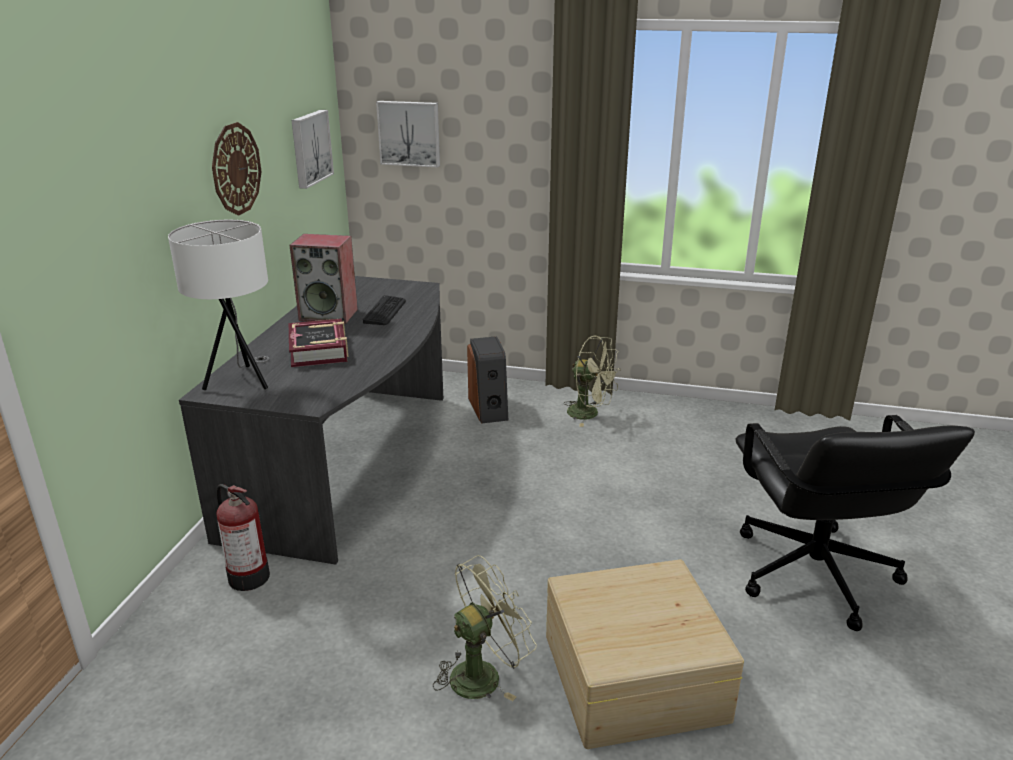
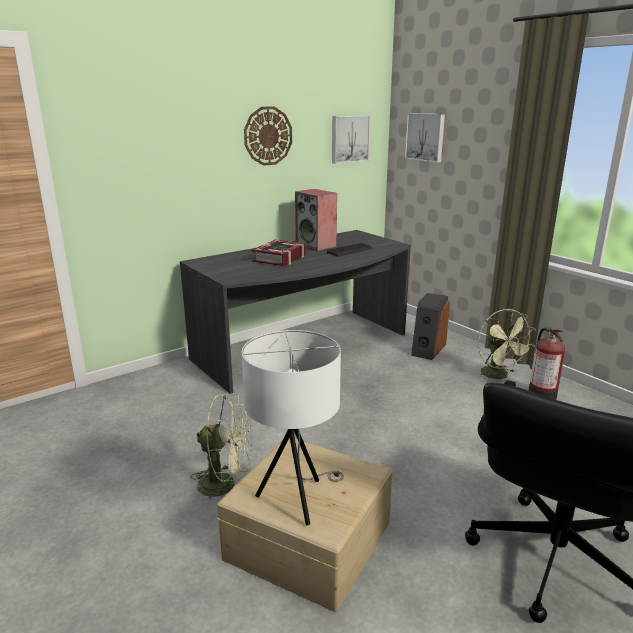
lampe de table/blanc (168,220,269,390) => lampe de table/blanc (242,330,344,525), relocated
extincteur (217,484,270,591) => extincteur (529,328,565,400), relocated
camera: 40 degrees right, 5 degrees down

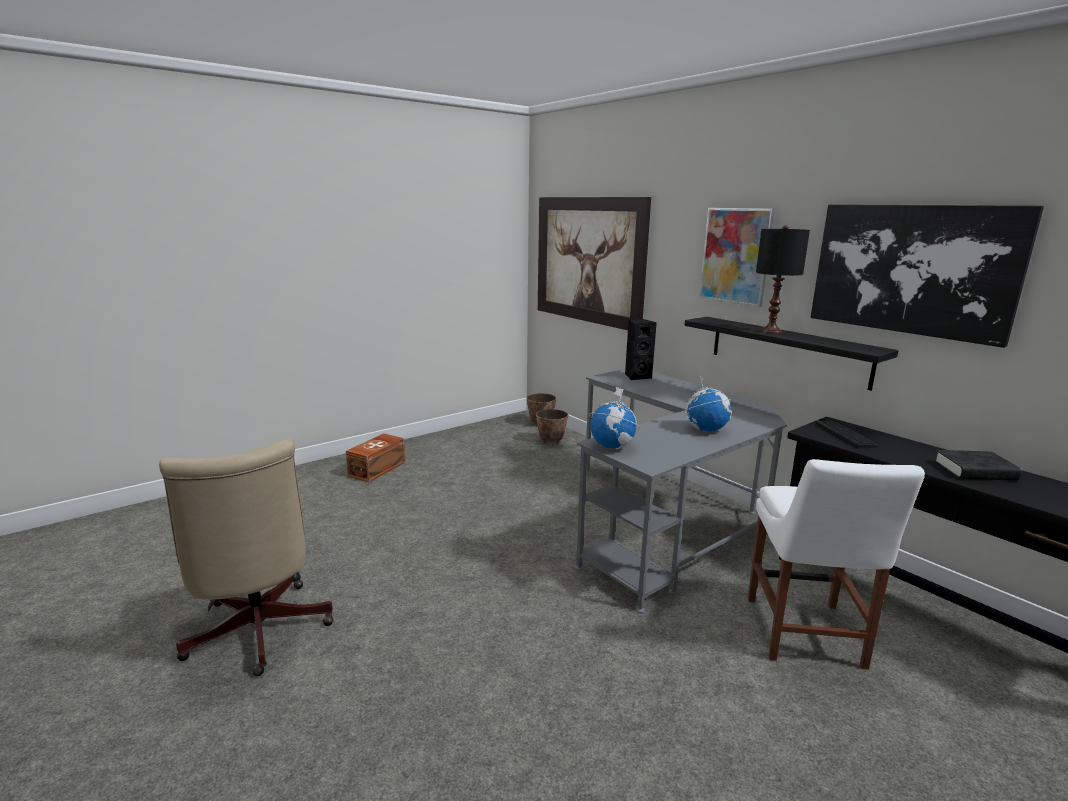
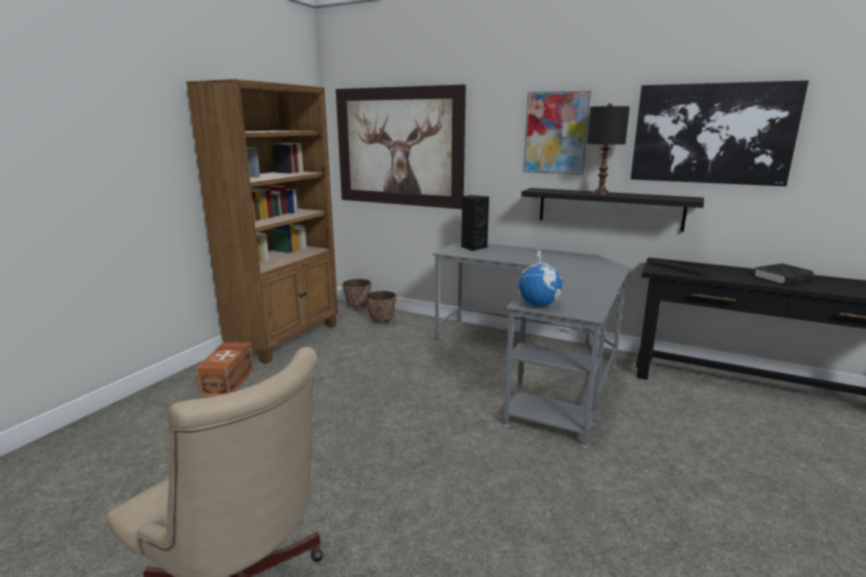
globe (683,375,732,432) => nothing
chaise/blanc (748,459,925,670) => nothing
nothing => bibliothèque/marron (186,79,338,364)
camera: 25 degrees left, 0 degrees up

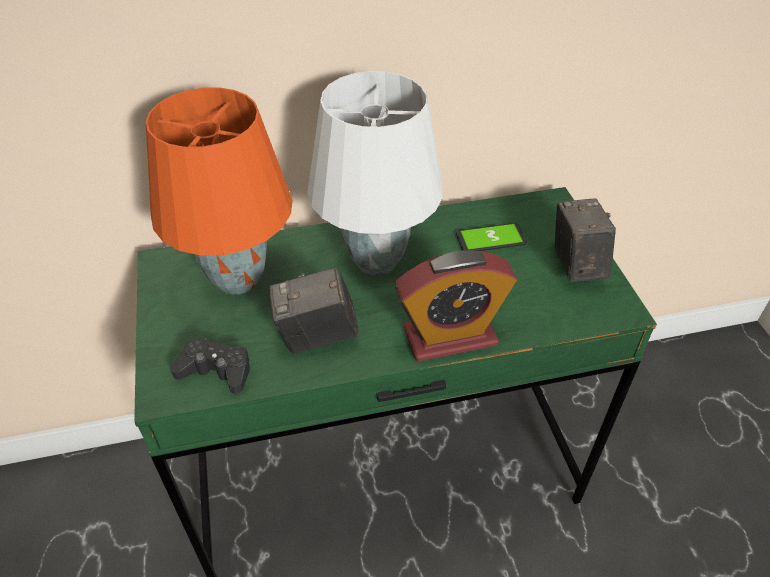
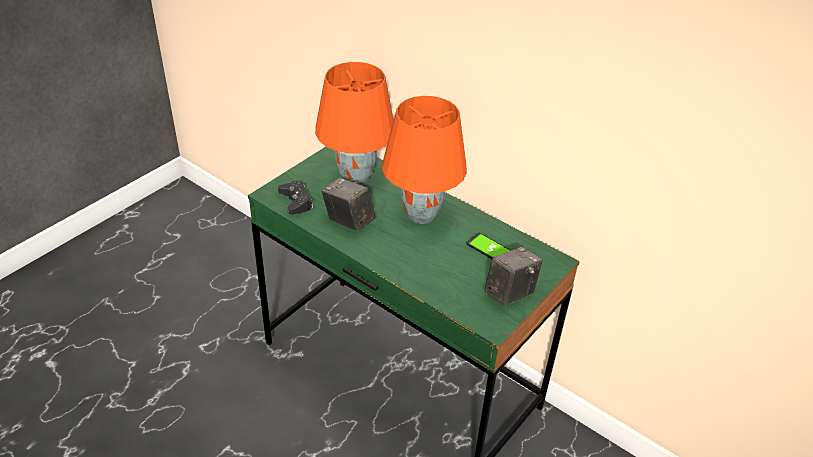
lampe de table/blanc (307,71,443,276) => lampe de table/orange (382,96,467,224)
réveil (395,250,517,361) => nothing
camera: 50 degrees right, 5 degrees down

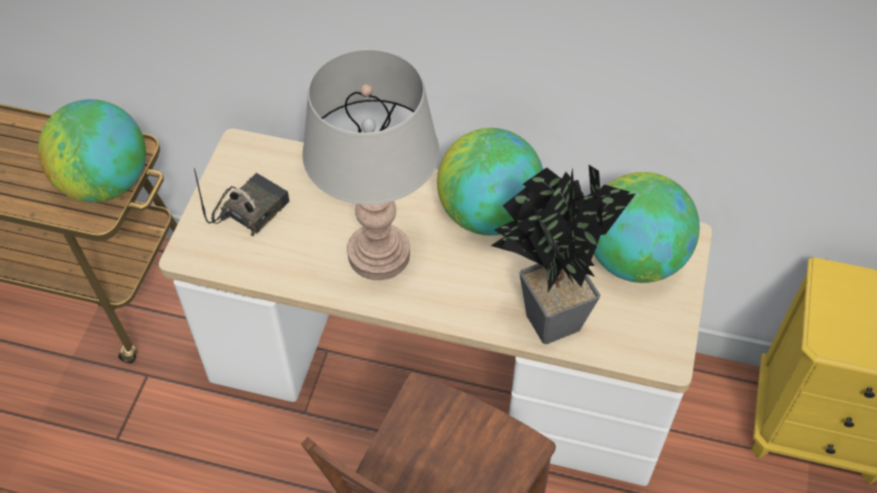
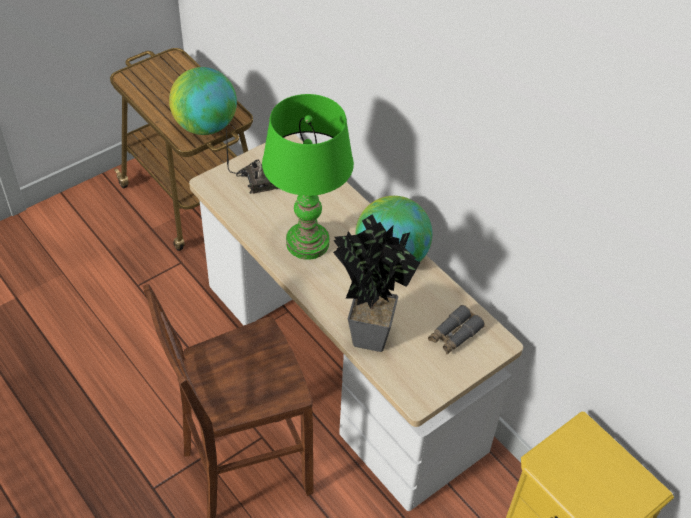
lampe de table/gris (302,49,439,280) => lampe de table/vert (262,94,354,260)
globe (594,172,700,283) => jumelles/gris (428,305,485,354)
camera: 35 degrees right, 5 degrees down

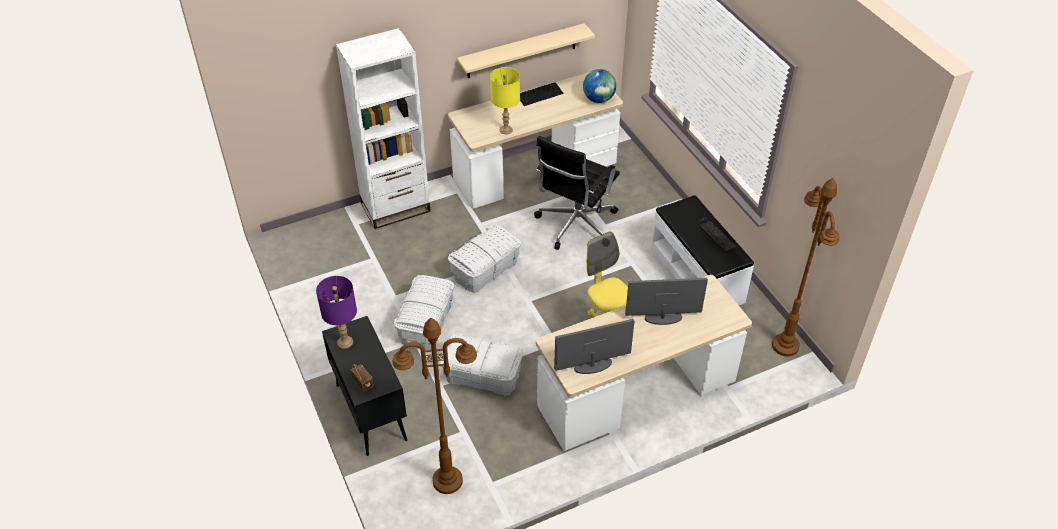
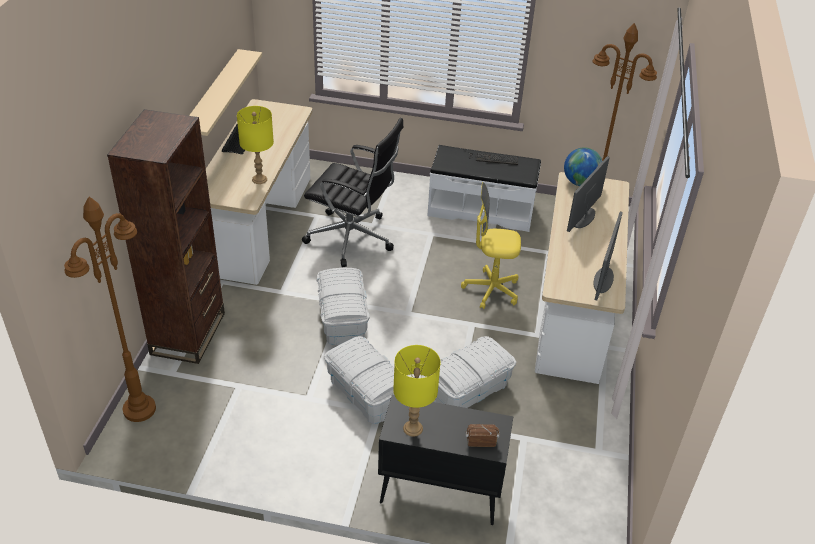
bibliothèque/blanc (336,28,431,229) => bibliothèque/marron (107,109,225,364)
globe (583,69,616,103) => globe (564,147,602,186), relocated
chaise de bureau/noir (534,136,620,250) => chaise de bureau/noir (302,118,404,267), 45 degrees counterclockwise
lampe de table/violet (316,276,357,349) => lampe de table/jaune (393,345,440,437)
lampadaire/marron (392,317,477,494) => lampadaire/marron (64,197,156,422), relocated
camera: 55 degrees left, 5 degrees down

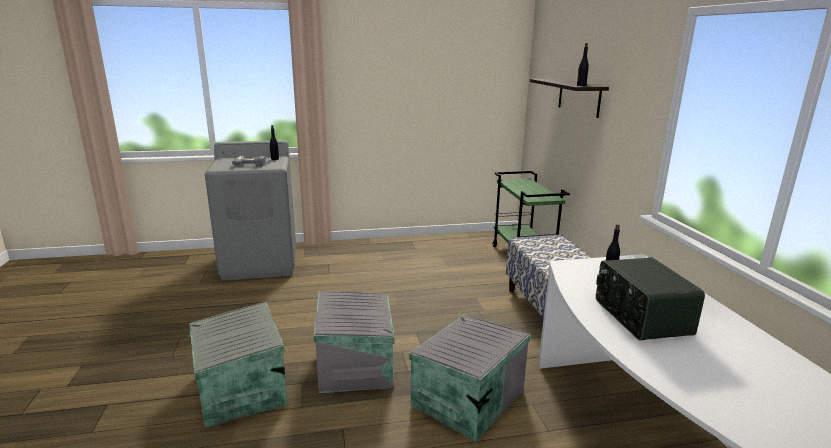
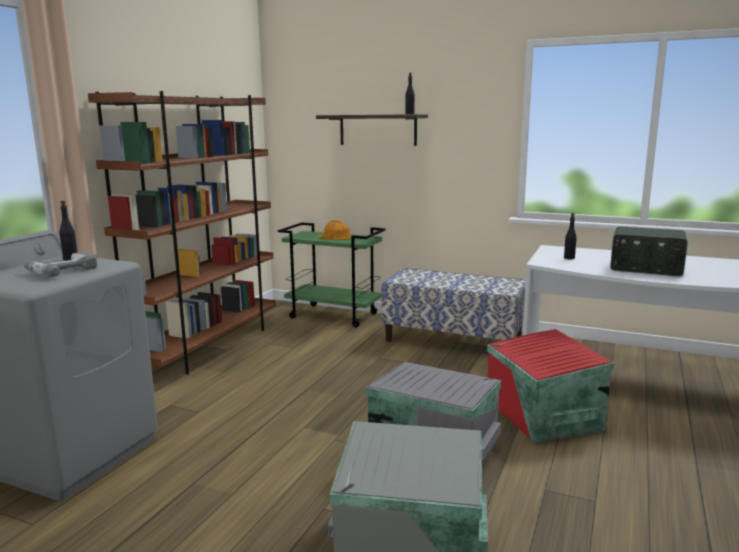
boîte de rangement/gris (409,315,531,442) => boîte de rangement/rouge (487,329,614,443)
nothing => bibliothèque/marron (88,91,276,375)
nothing => casque de chantier/orange (317,220,351,240)
camera: 55 degrees left, 5 degrees down

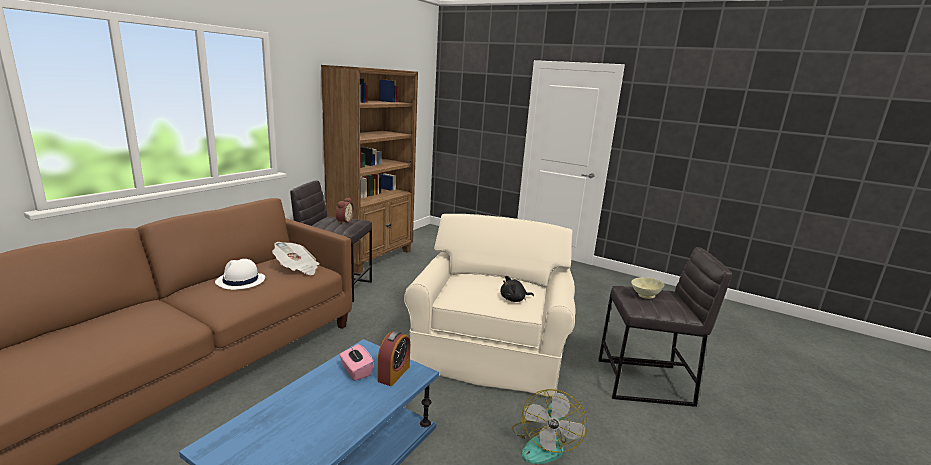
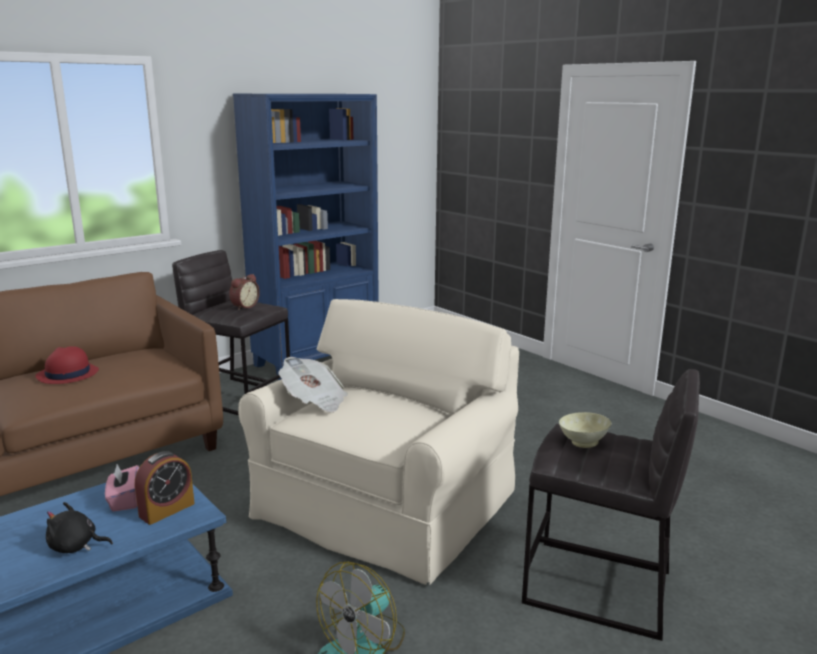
bibliothèque/marron (321,65,418,273) => bibliothèque/bleu (233,94,379,380)
journal (272,242,320,275) => journal (279,357,348,413), relocated
chapeau/blanc (215,259,265,290) => chapeau/rouge (35,346,99,384)
peluche/noir (500,276,534,302) => peluche/noir (46,502,113,553), relocated
camera: 20 degrees right, 0 degrees up

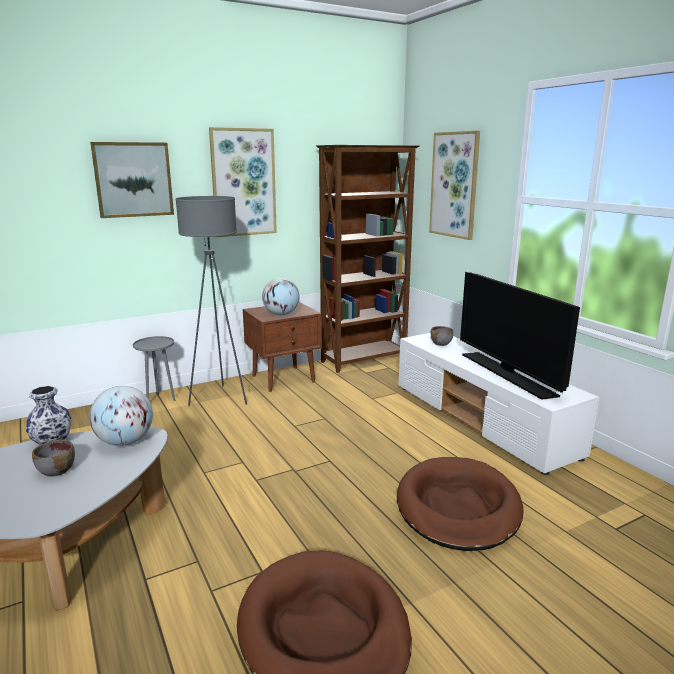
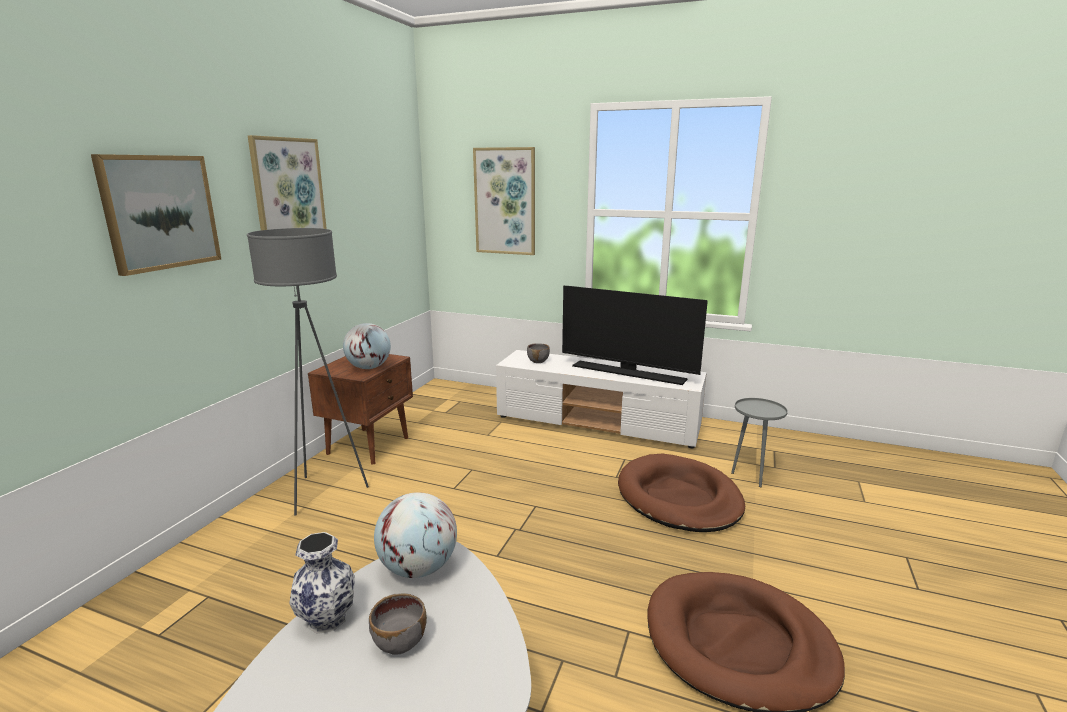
bibliothèque/marron (316,145,420,373) => nothing
table d'appoint/gris (133,336,175,401) => table d'appoint/gris (731,398,788,487), relocated
camera: 40 degrees left, 0 degrees up

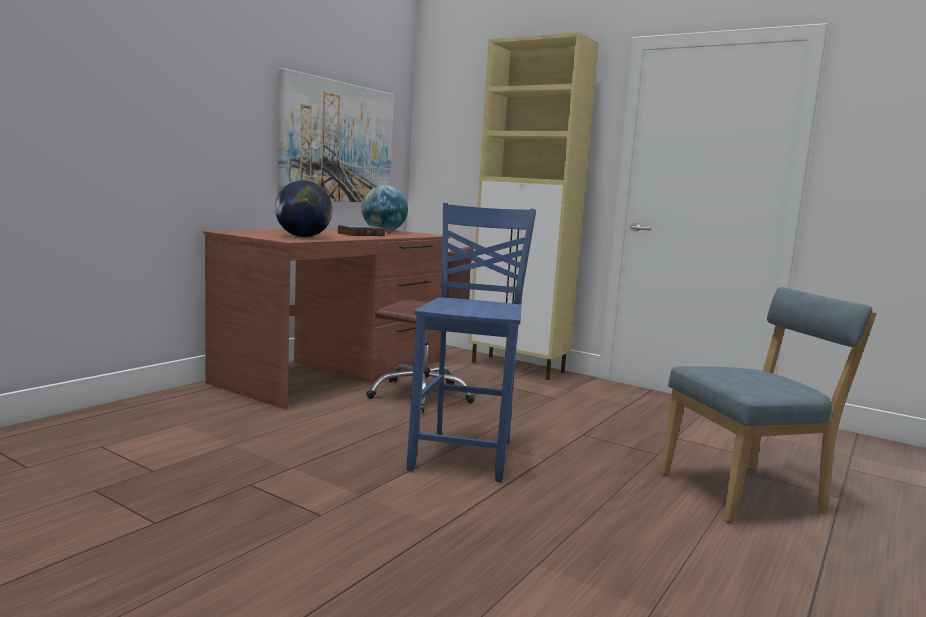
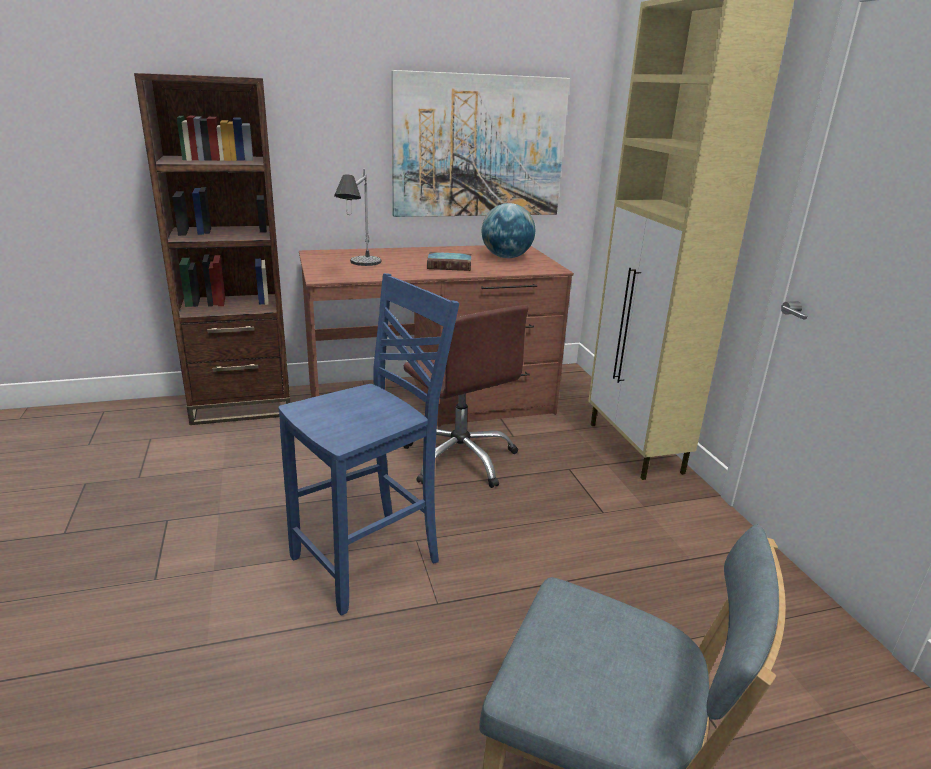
globe (275,180,333,237) => lampe de table (334,169,381,266)
nothing => bibliothèque/marron (134,73,290,425)
camera: 40 degrees right, 15 degrees up

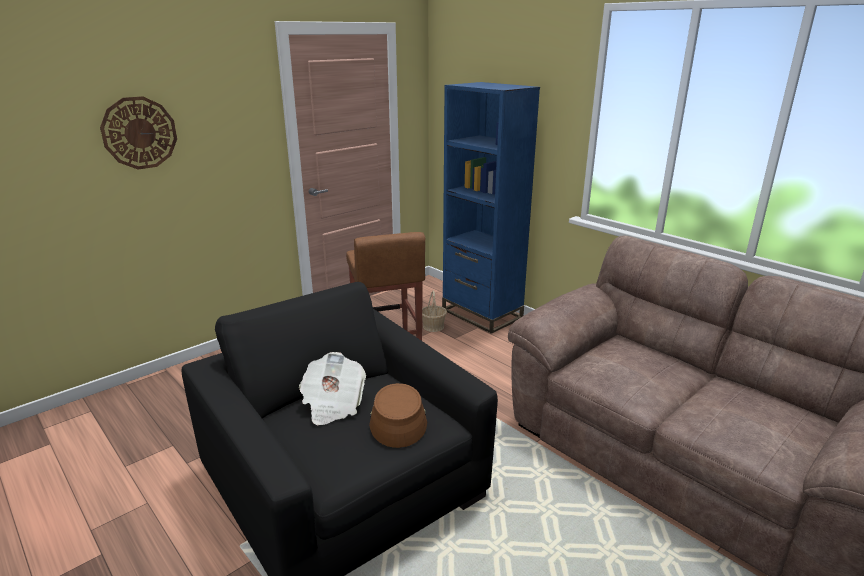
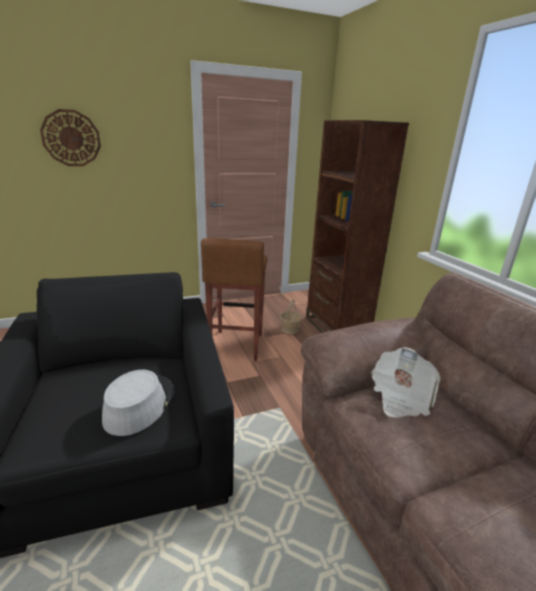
bibliothèque/bleu (442,82,540,334) => bibliothèque/marron (306,120,409,333)
journal (299,352,366,425) => journal (371,347,441,417), relocated
chapeau/marron (369,383,427,448) => chapeau/gris (102,370,174,436)
camera: 20 degrees right, 0 degrees up

